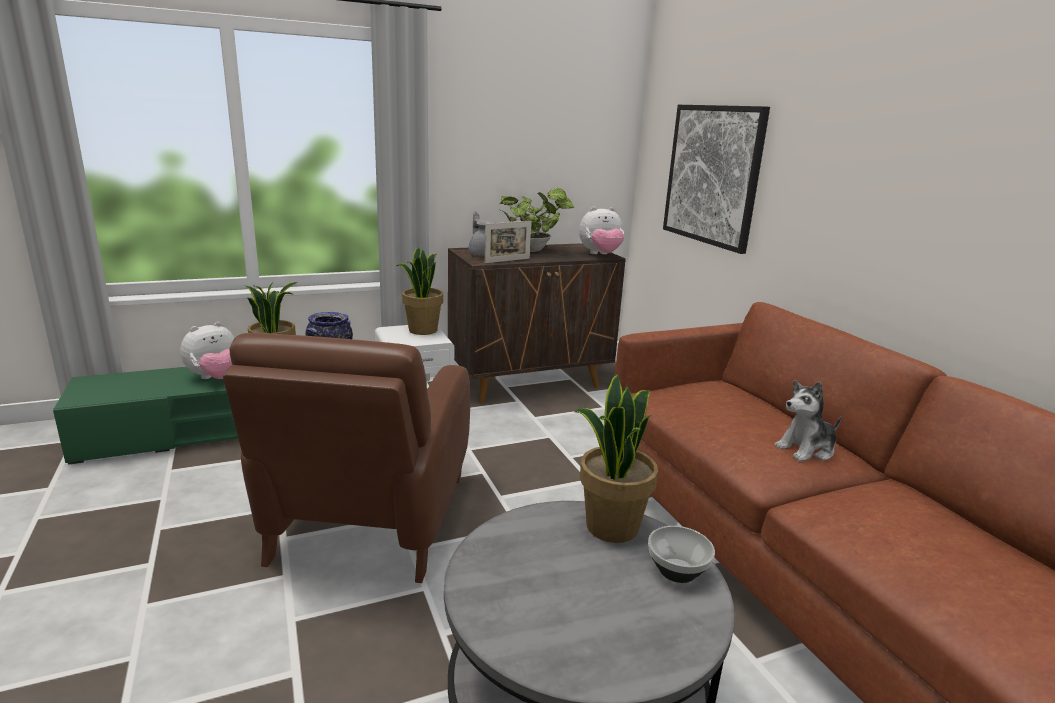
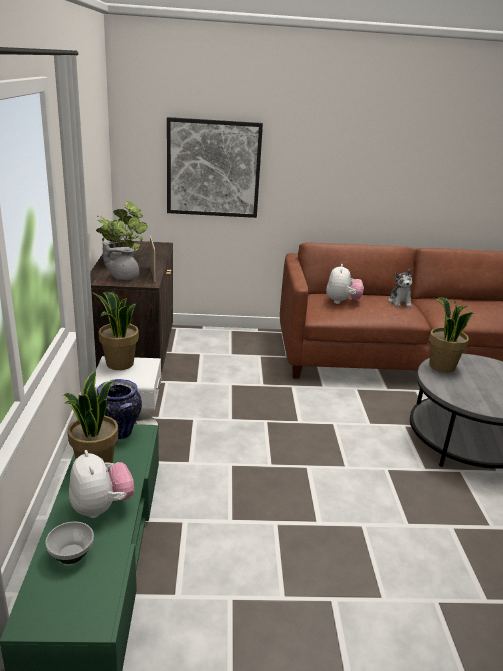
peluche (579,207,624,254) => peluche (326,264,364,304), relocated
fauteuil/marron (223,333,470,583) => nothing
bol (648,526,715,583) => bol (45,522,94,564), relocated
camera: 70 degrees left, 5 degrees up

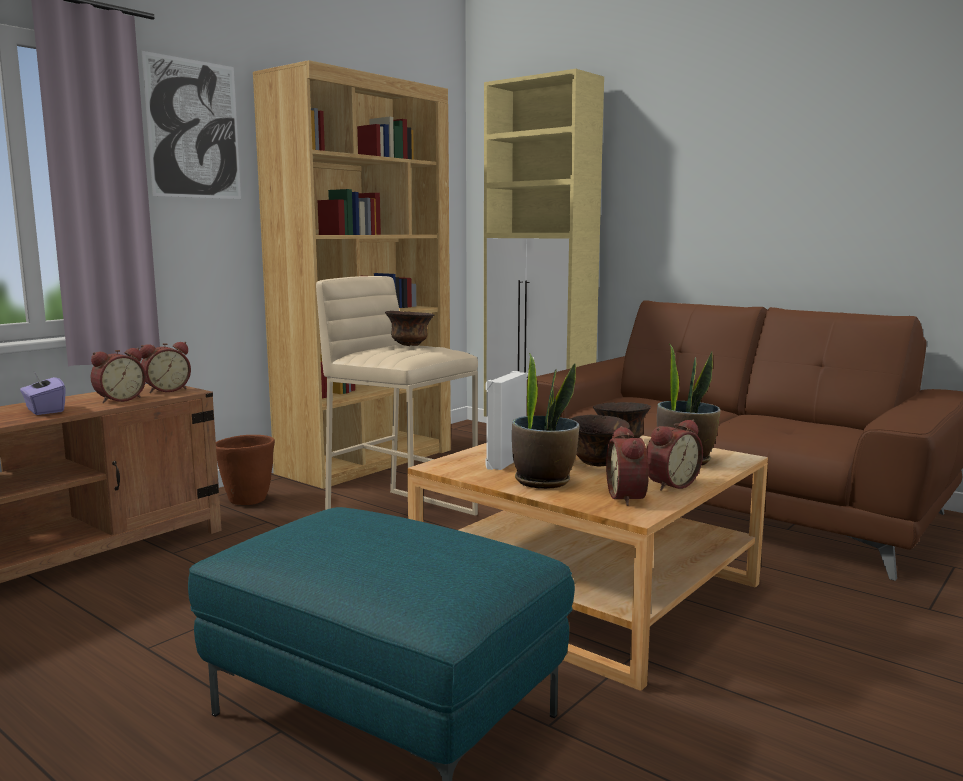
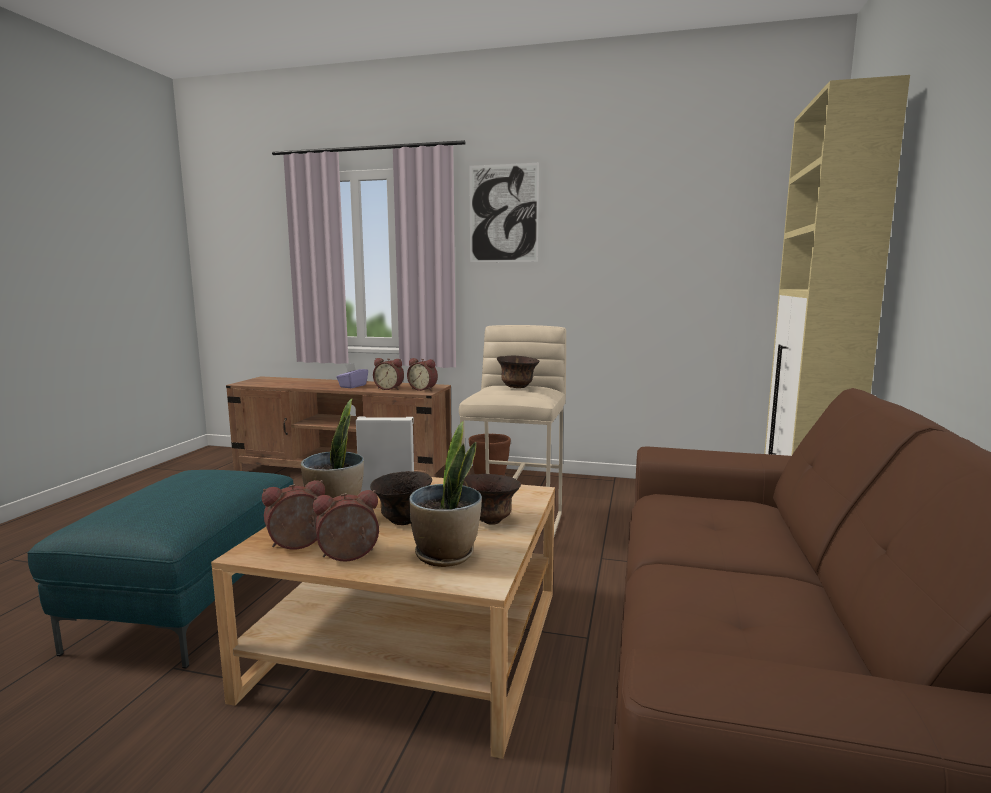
bibliothèque/marron (253,60,451,489) => nothing
réveil (646,420,703,491) => réveil (313,490,379,561), 135 degrees clockwise
camera: 65 degrees right, 0 degrees up

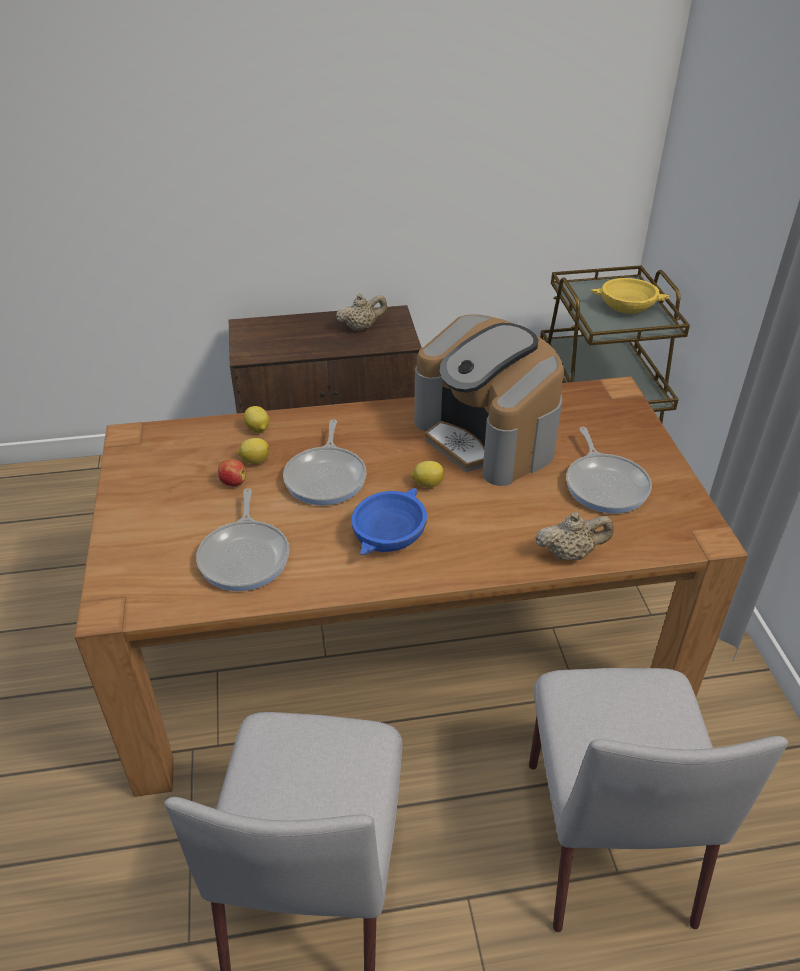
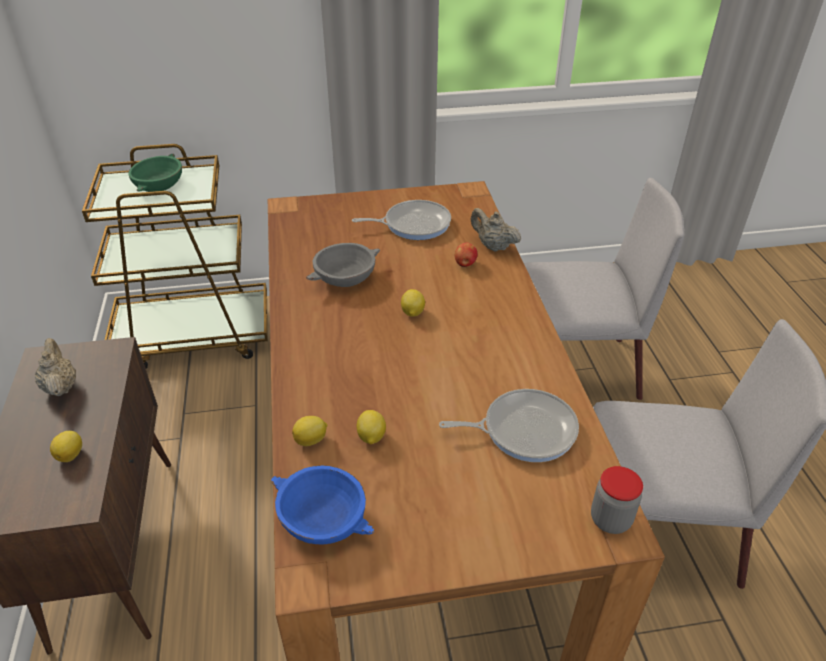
bol/jaune (591,278,670,314) => bol/vert (128,154,182,192)
machine à café (414,314,564,486) => bol/gris (306,243,380,287)
poêle (283,420,366,505) => nothing
pomme (218,459,246,486) => pomme (455,242,477,267), relocated
bol/bleu (351,488,427,555) => bol/bleu (270,466,374,544), relocated
théière/beige (536,512,614,560) => théière/beige (470,208,521,252), 45 degrees counterclockwise
nothing => citron (50,431,82,462)
nothing => bocal (591,466,643,534)
camera: 90 degrees left, 0 degrees up

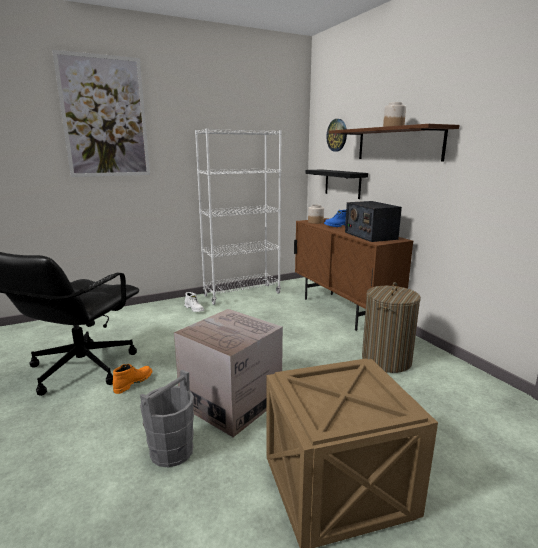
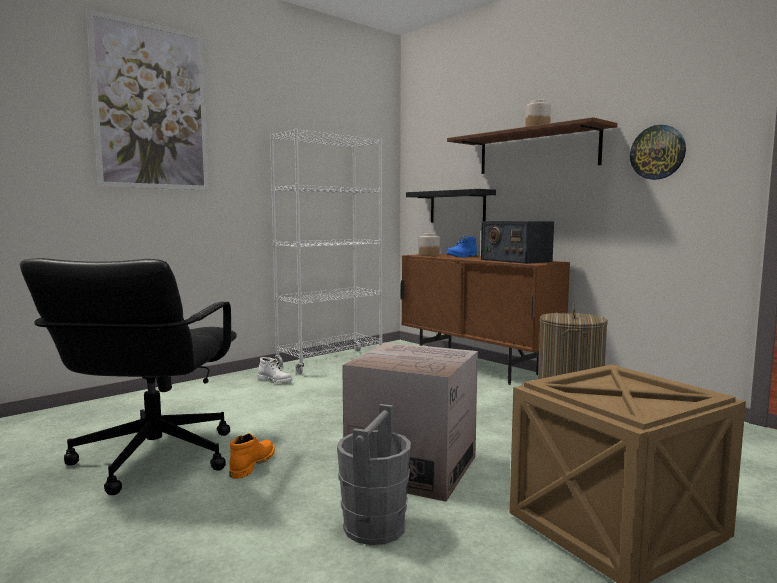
horloge murale (327,119,347,152) => horloge murale (630,125,686,180), relocated
camera: 15 degrees left, 10 degrees down

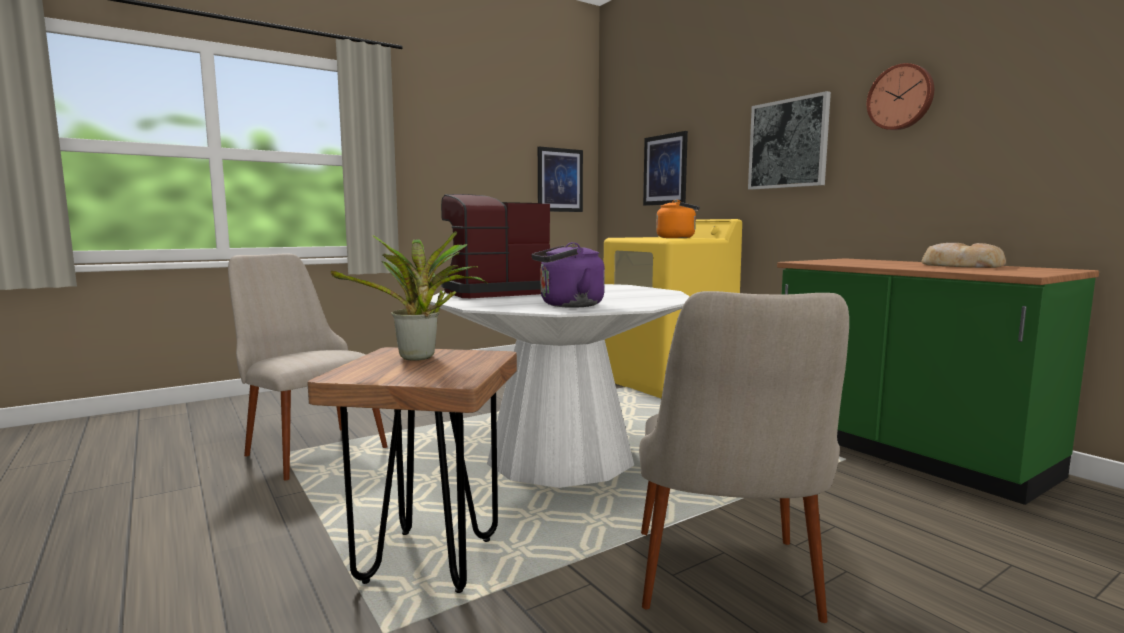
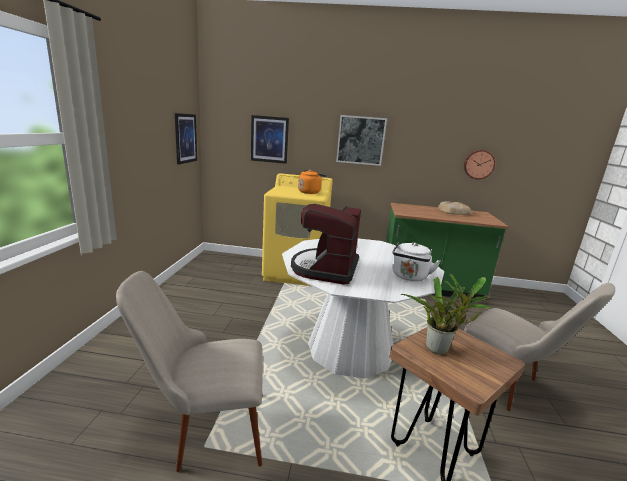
horloge murale (867,63,934,130) => horloge murale (464,150,495,179), relocated
bouilloire/violet (531,242,605,308) => bouilloire/blanc (392,242,441,281)
camera: 50 degrees left, 10 degrees up

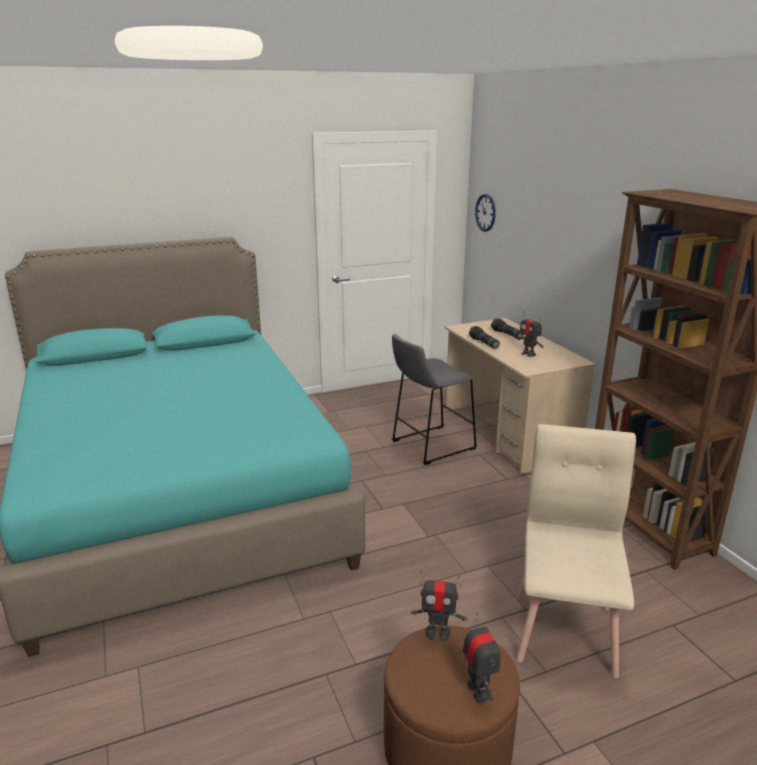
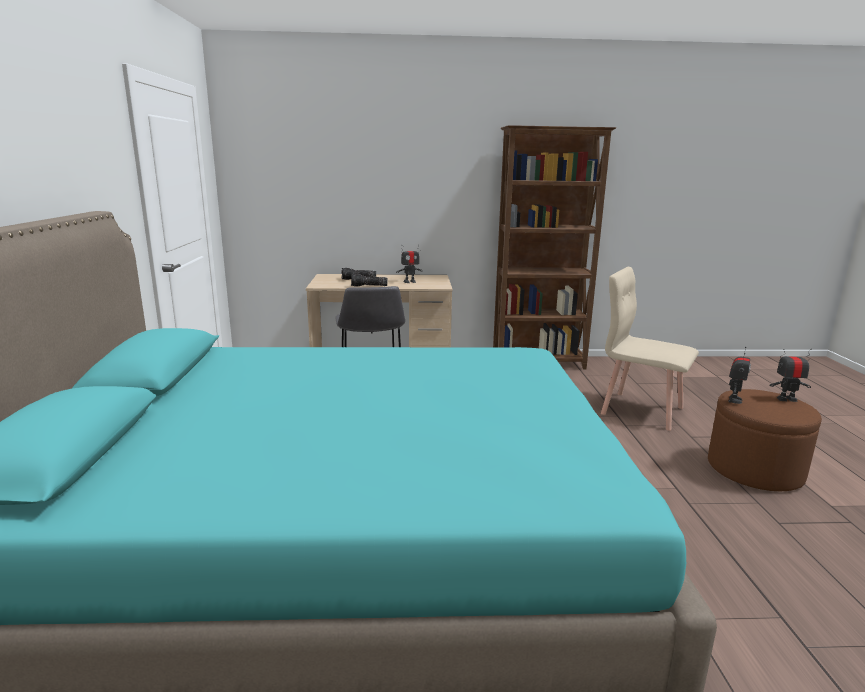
horloge murale (475,194,496,231) => nothing
camera: 70 degrees left, 5 degrees down

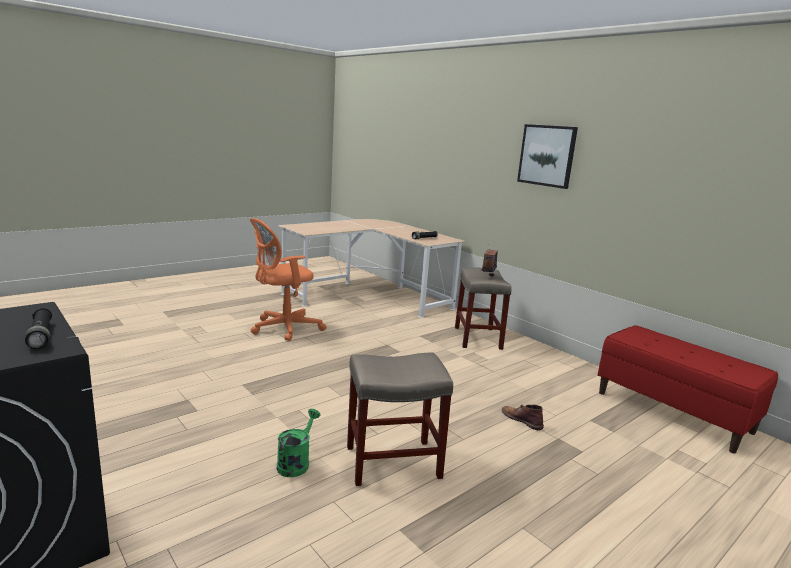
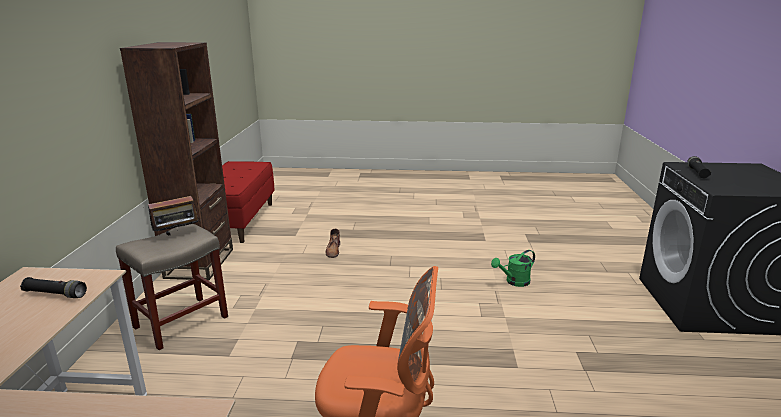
tableau (517,124,578,189) => nothing
tabouret/beige (347,353,453,486) => nothing
nothing => bibliothèque/marron (120,42,233,280)
camera: 135 degrees left, 5 degrees up

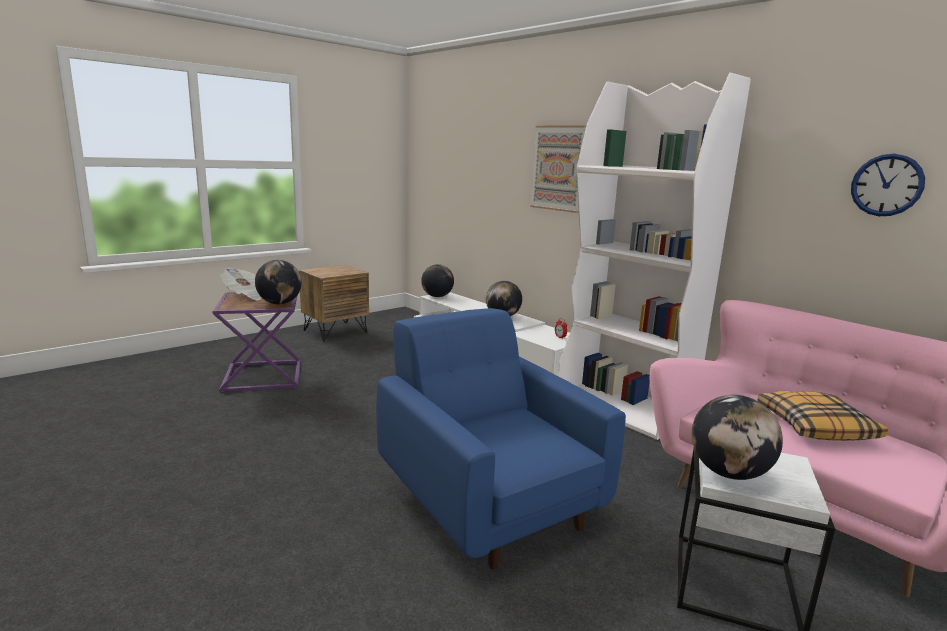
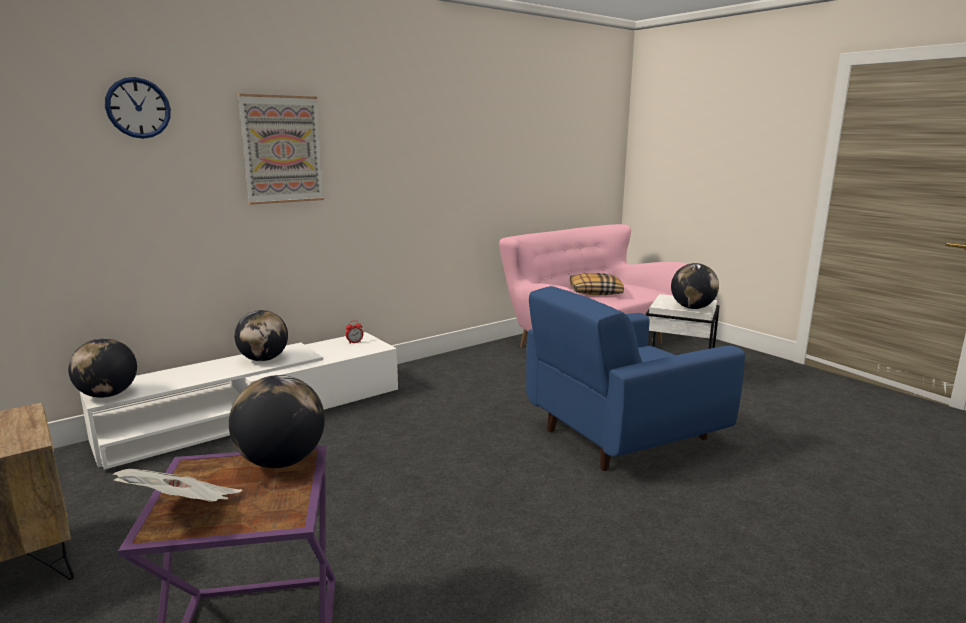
bibliothèque/blanc (558,73,751,440) => nothing
horloge murale (851,154,925,216) => horloge murale (105,77,171,139), relocated
camera: 85 degrees left, 0 degrees up

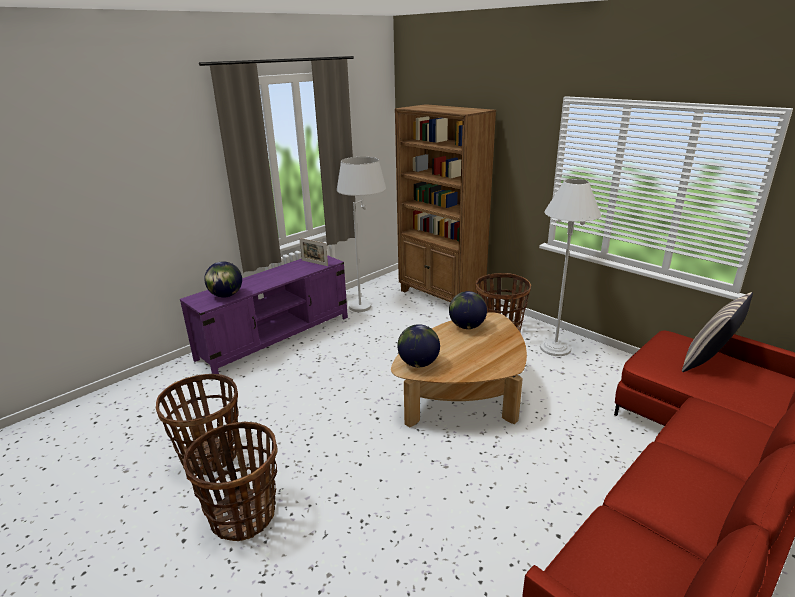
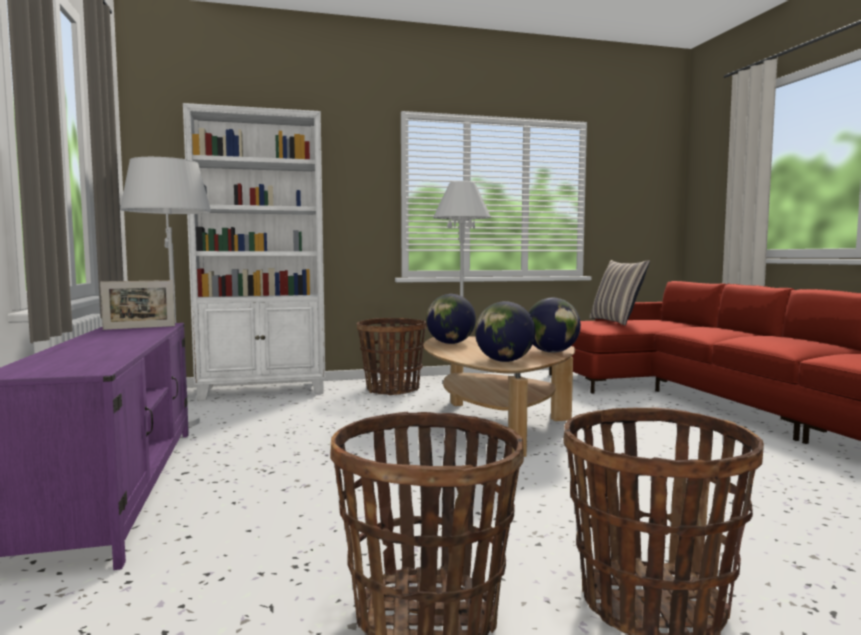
bibliothèque/marron (395,104,496,302) => bibliothèque/blanc (183,103,325,400)
globe (204,261,242,298) => globe (528,298,581,353), relocated
camera: 60 degrees left, 20 degrees down

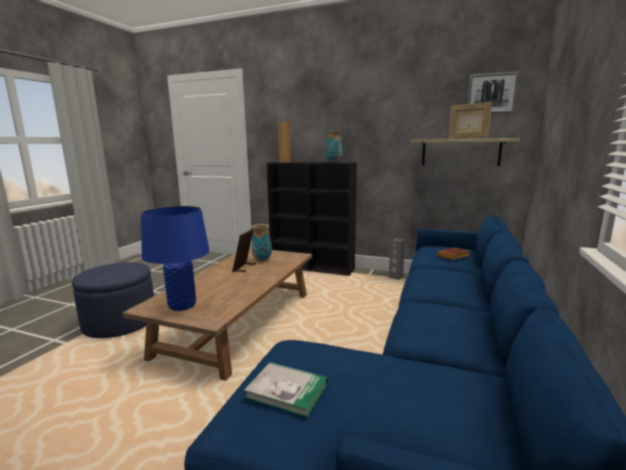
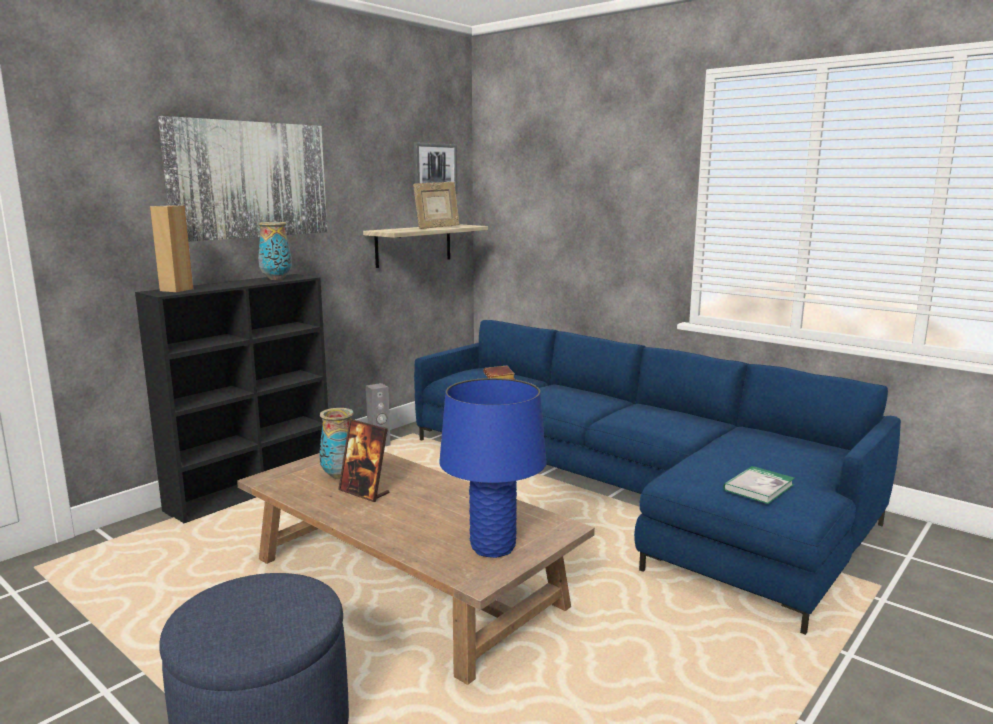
nothing => tableau (158,116,327,242)
camera: 70 degrees left, 0 degrees up

